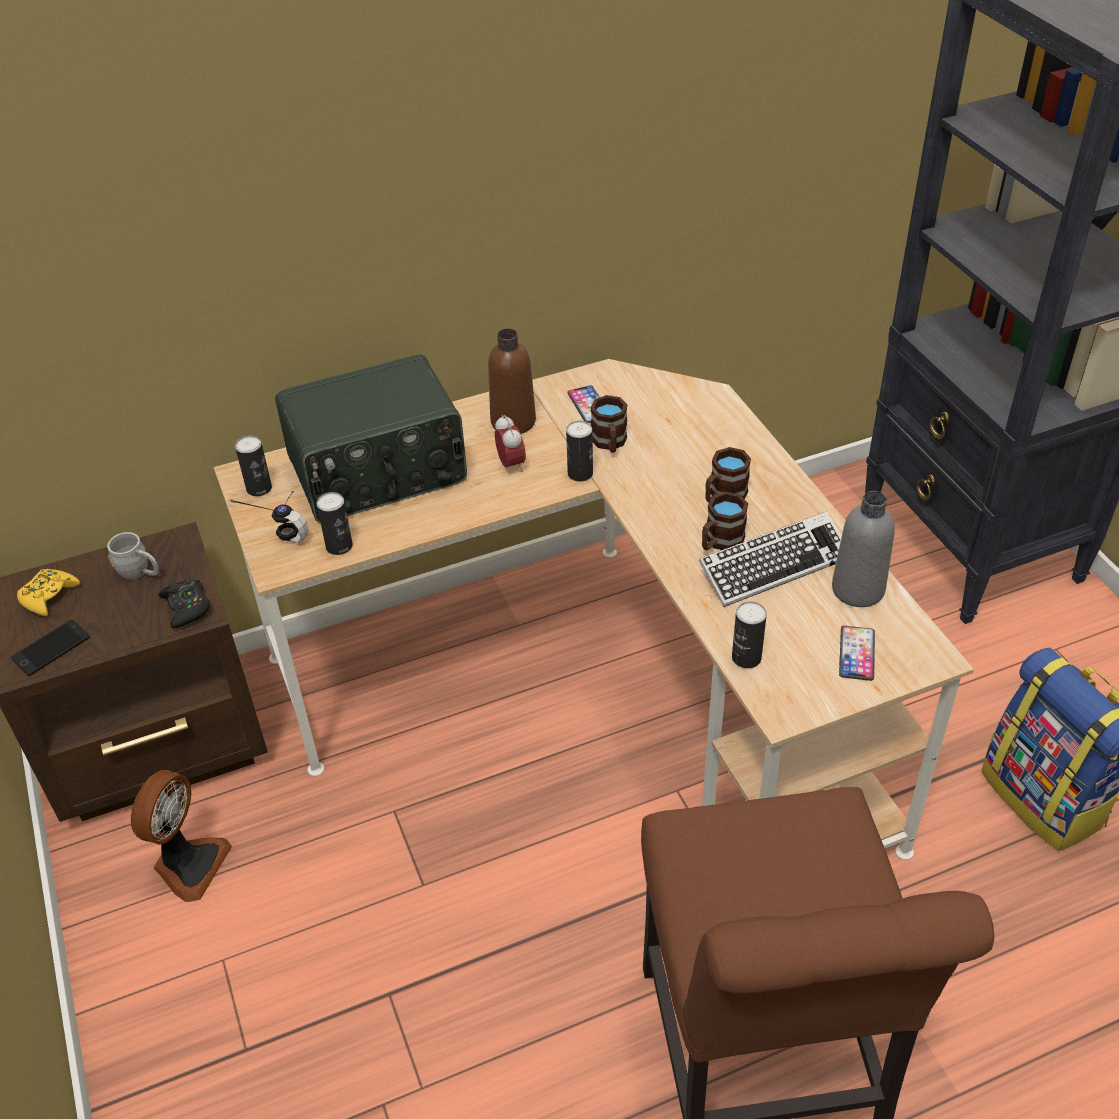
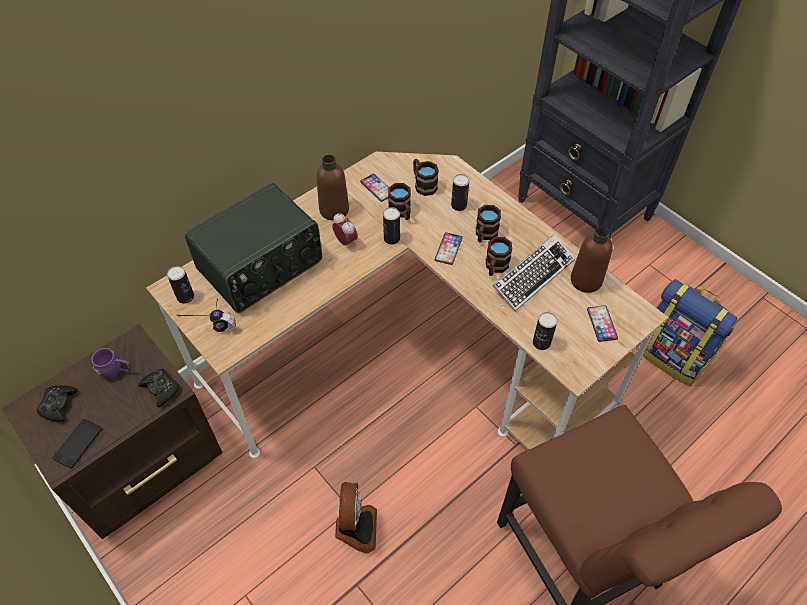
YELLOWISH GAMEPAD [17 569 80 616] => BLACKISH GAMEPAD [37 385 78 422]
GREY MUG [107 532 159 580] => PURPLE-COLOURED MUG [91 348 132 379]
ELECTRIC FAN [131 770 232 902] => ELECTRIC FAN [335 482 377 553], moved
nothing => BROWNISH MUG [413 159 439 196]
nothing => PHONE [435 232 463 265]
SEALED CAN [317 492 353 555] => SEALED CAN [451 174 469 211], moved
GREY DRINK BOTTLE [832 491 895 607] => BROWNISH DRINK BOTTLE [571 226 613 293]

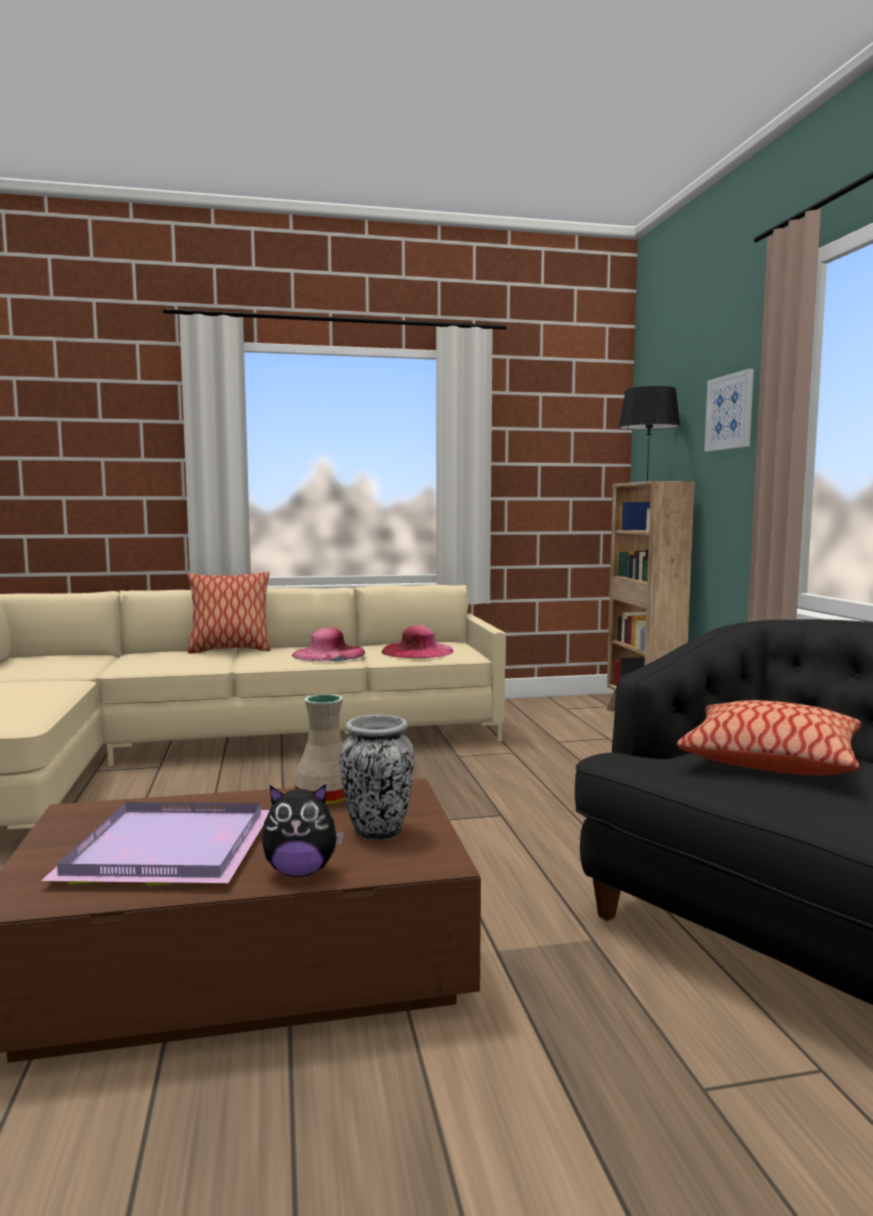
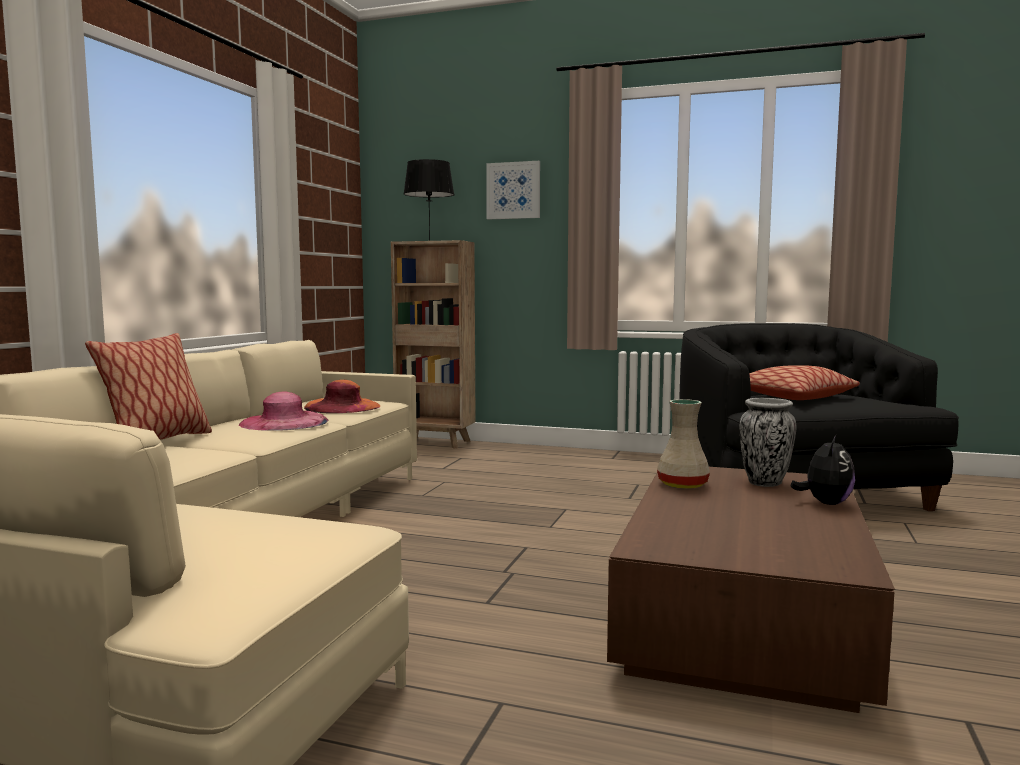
PINK CLOTHING HAT [381 625 454 658] => ORANGE CLOTHING HAT [304 380 380 413]
PURPLE-COLOURED TRAY [41 802 270 886] => nothing

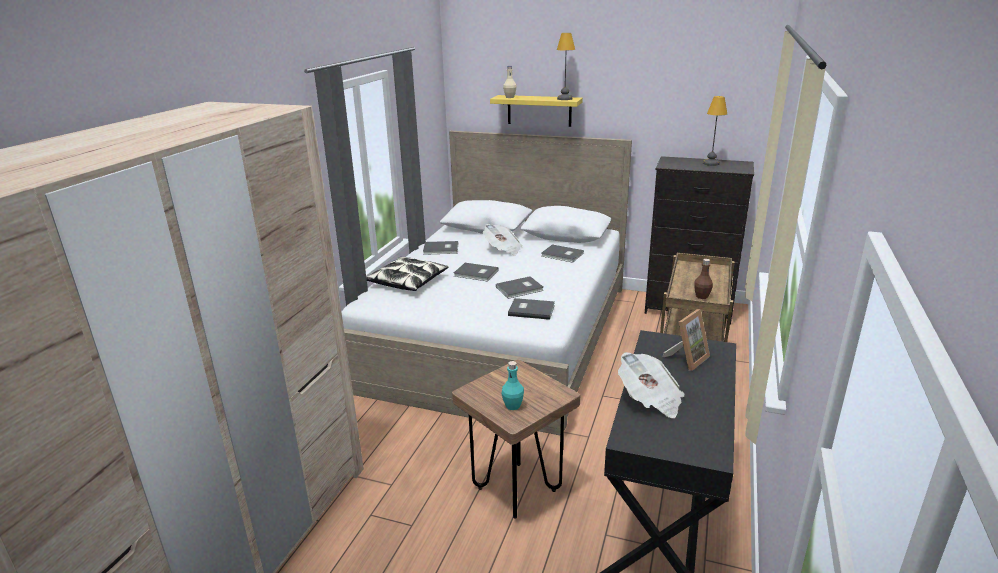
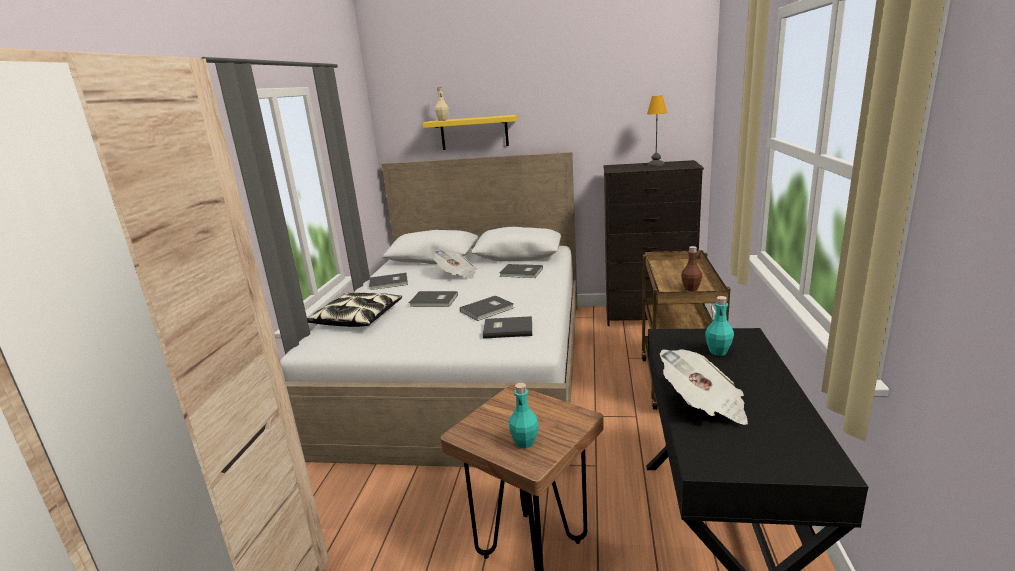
PICTURE FRAME [663 309 710 371] => TURQUOISE-COLOURED DRINK BOTTLE [705 296 734 356]
LAMP FOR A TABLE [557 33 575 100] => nothing

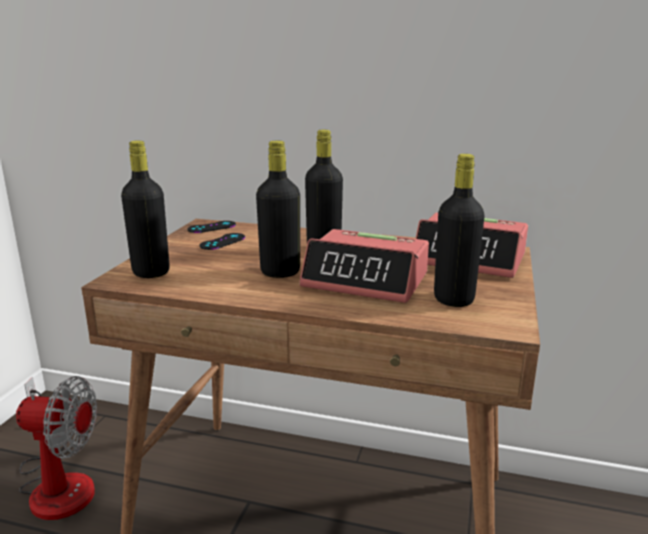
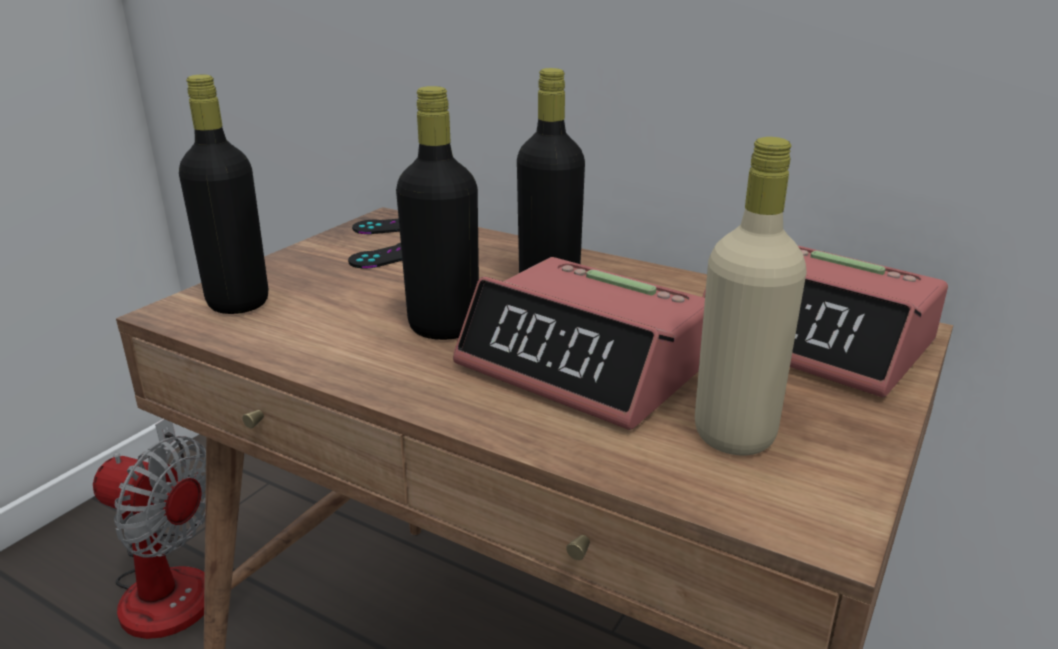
BLACKISH DRINK BOTTLE [434 154 485 307] => BEIGE-COLOURED DRINK BOTTLE [695 137 807 455]

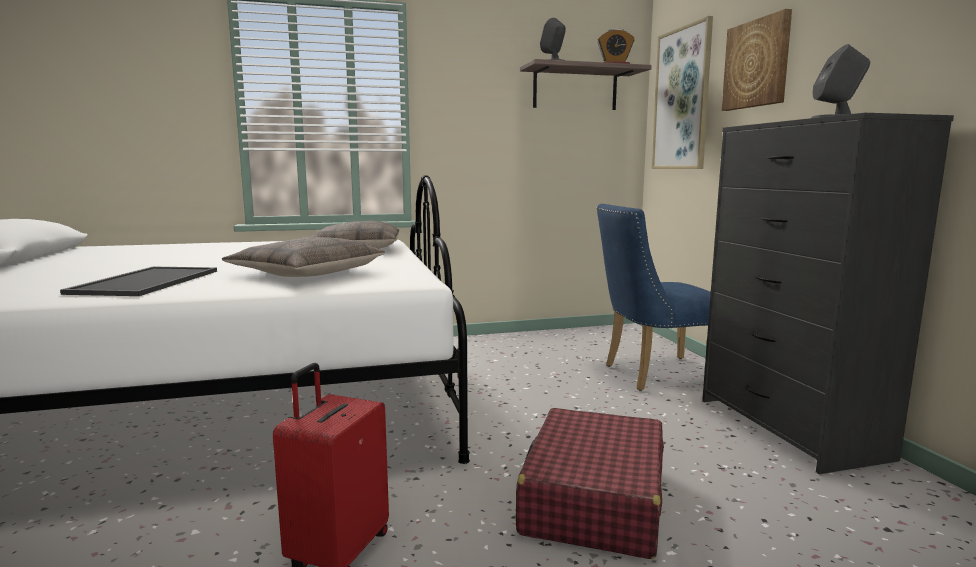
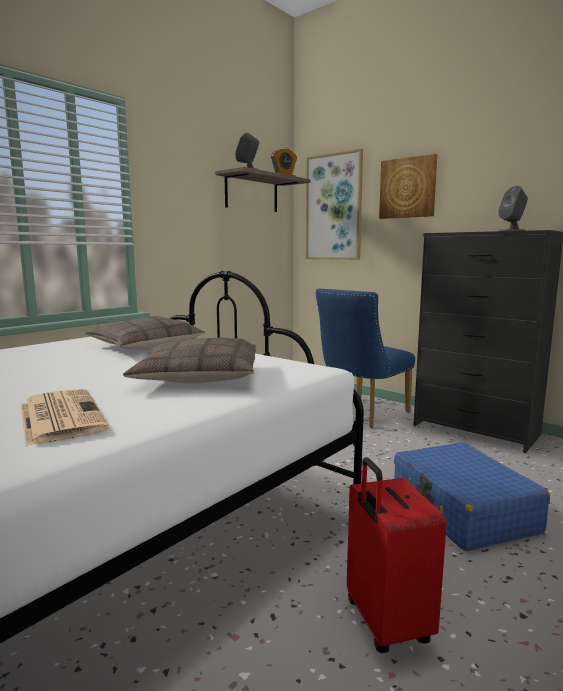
TRAY [60 267 217 296] => DAILY PAPER [21 389 109 446]
REDDISH TRAVEL CASE [516 408 664 559] => BLUE-COLOURED TRAVEL CASE [394 442 550 551]

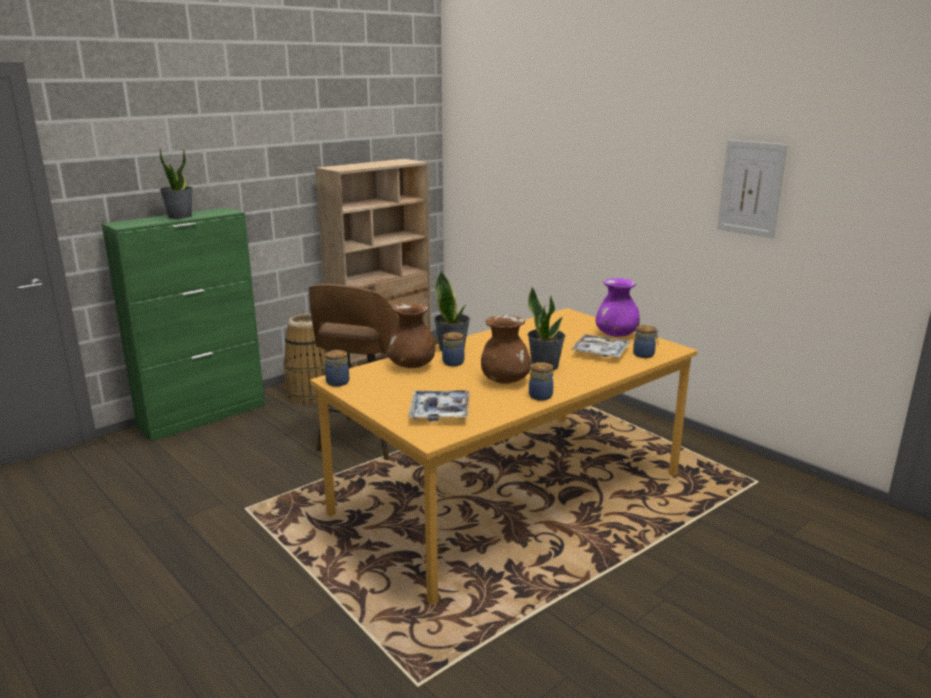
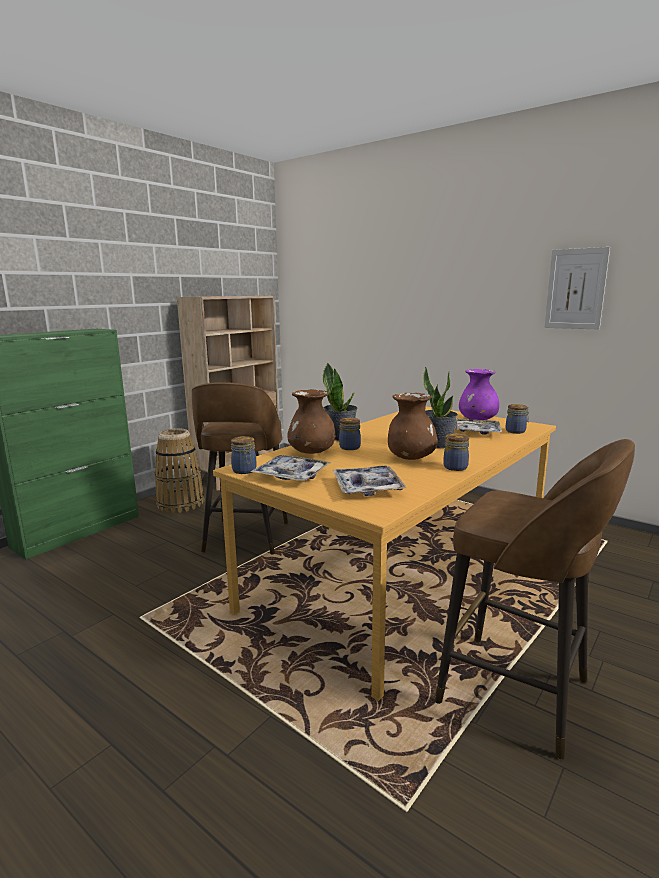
nothing => TRAY [251 455 331 481]
nothing => BROWNISH SITTING STOOL [435 439 635 760]
PLANT IN A POT [159 148 193 219] => nothing

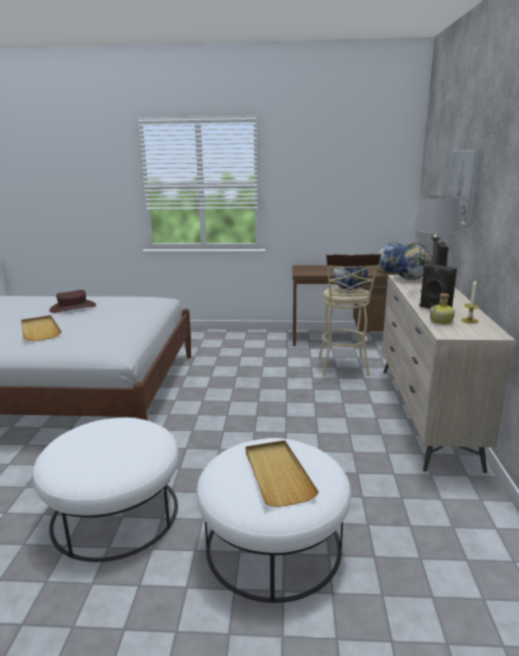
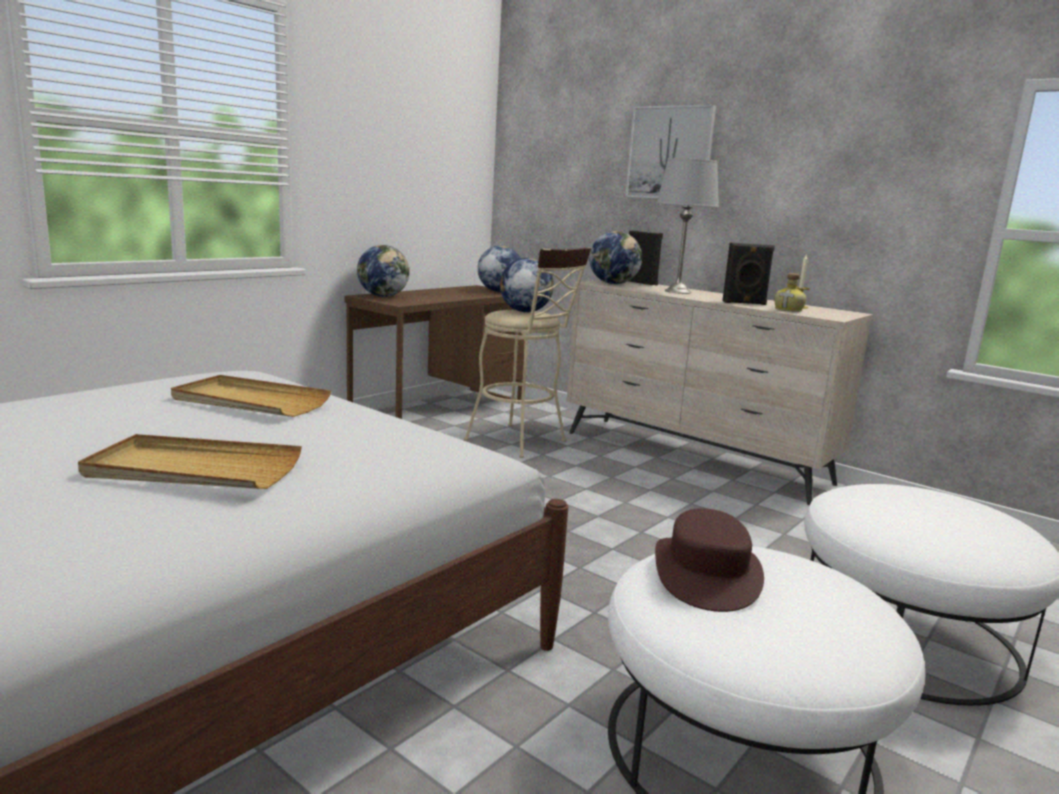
BEIGE-COLOURED TRAY [245 440 319 507] => BEIGE-COLOURED TRAY [171 375 331 417], moved
nothing => WORLD GLOBE [357 245 410 297]
BROWNISH CLOTHING HAT [49 290 96 313] => BROWNISH CLOTHING HAT [655 508 764 612], moved

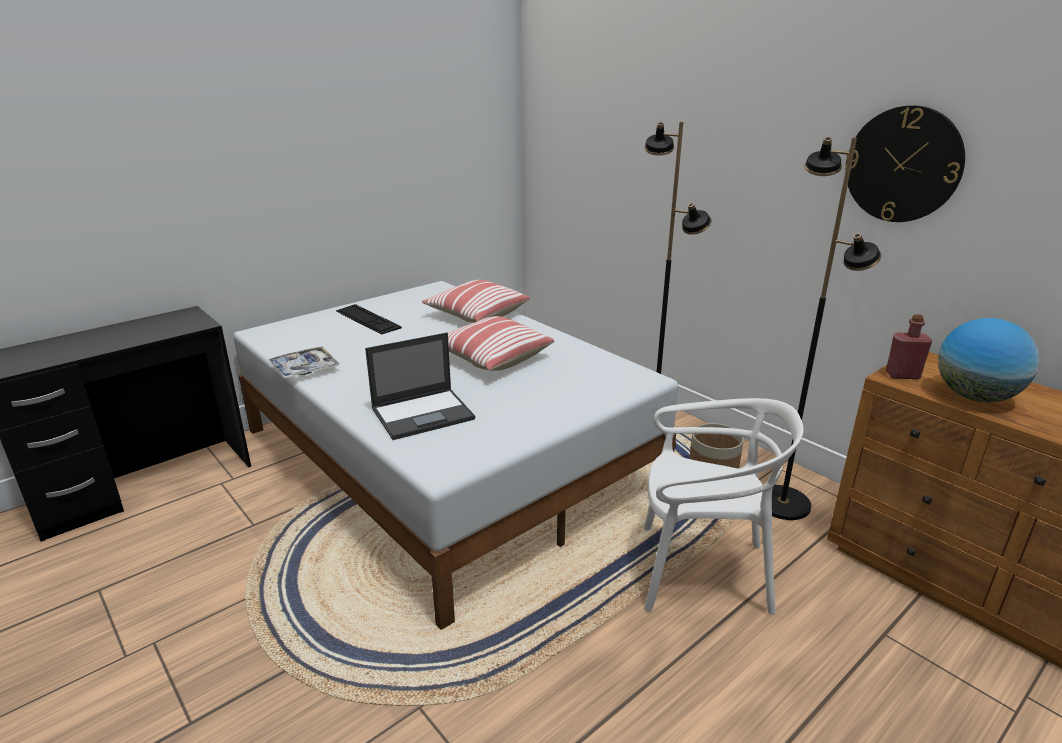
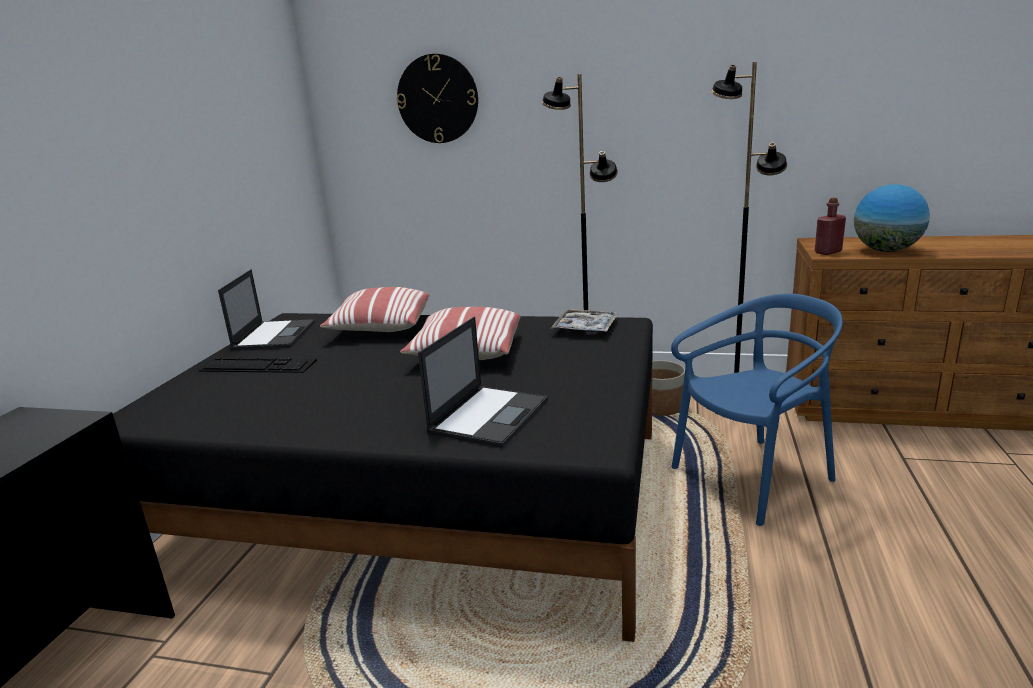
WHITE BED [233 281 678 630] => BLACKISH BED [113 313 653 642]
nothing => NOTEBOOK COMPUTER [218 269 315 350]
HANGING CLOCK [845 105 965 222] => HANGING CLOCK [397 54 478 143], moved
TRAY [268 346 340 378] => TRAY [551 309 618 332], moved
WHITE CHAIR [644 398 804 615] => BLUE-COLOURED CHAIR [671 294 843 526]

